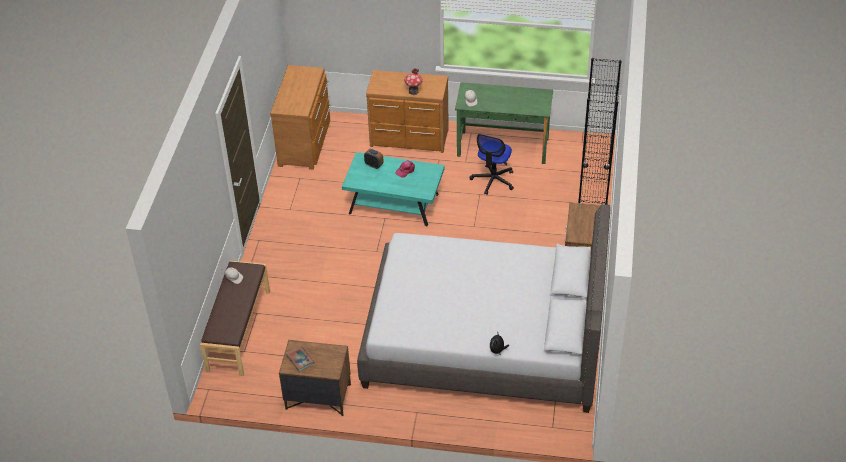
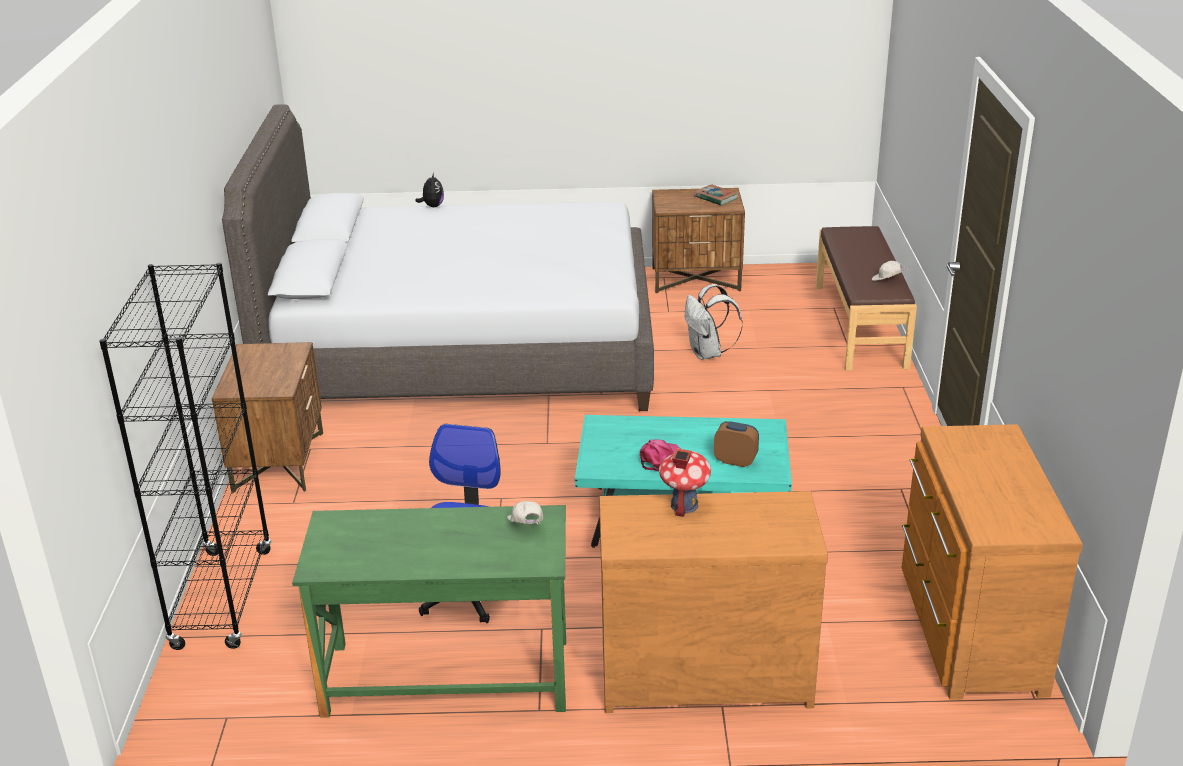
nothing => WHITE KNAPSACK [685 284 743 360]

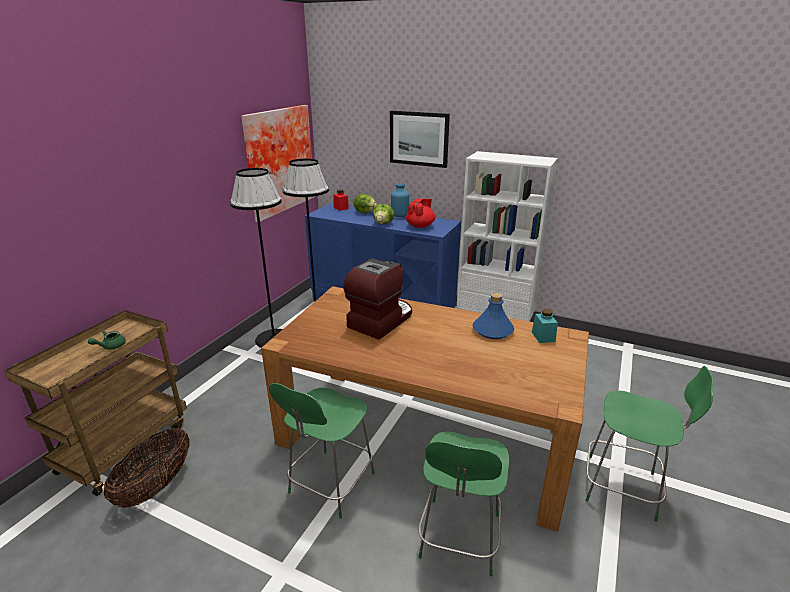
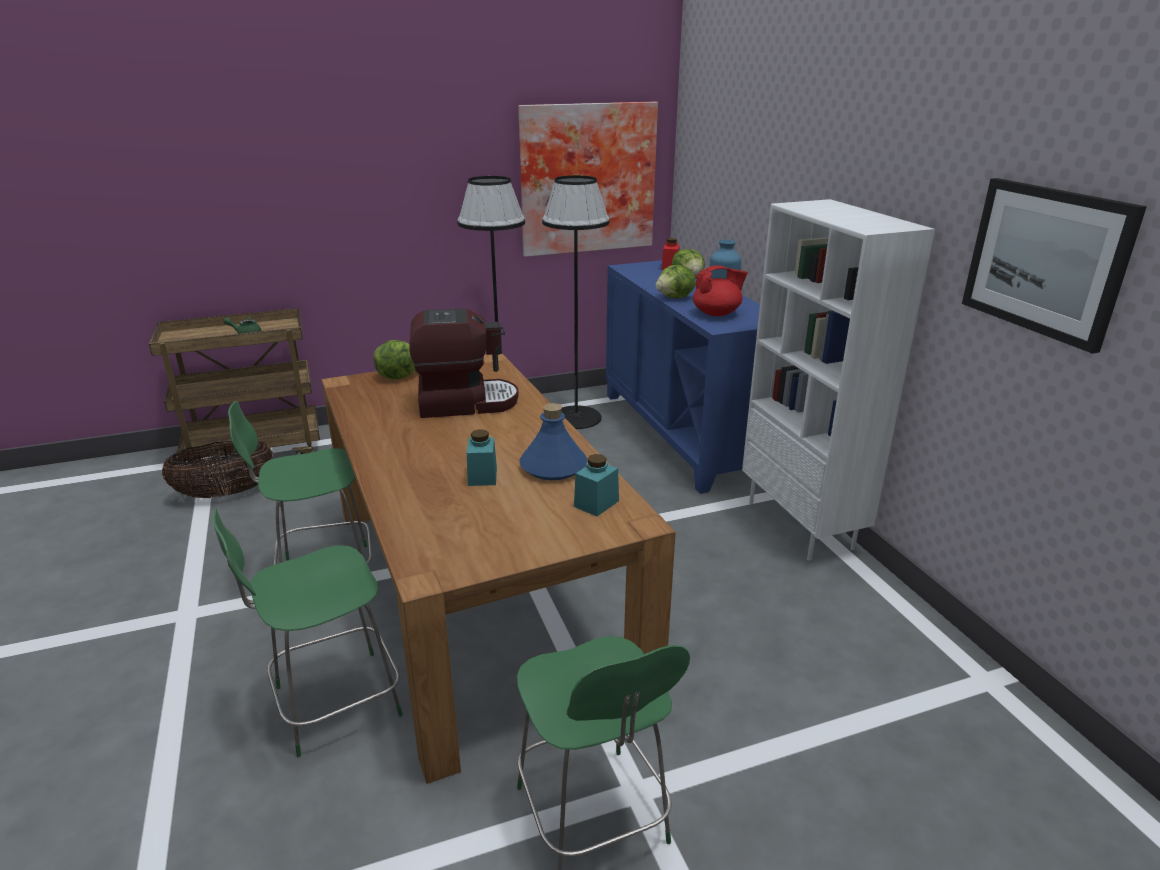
nothing => HEAD OF LETTUCE [373 340 415 380]
nothing => TURQUOISE-COLOURED STORAGE JAR [467 429 497 486]
PICTURE [390 111 450 168] => PICTURE [962 178 1147 354], moved

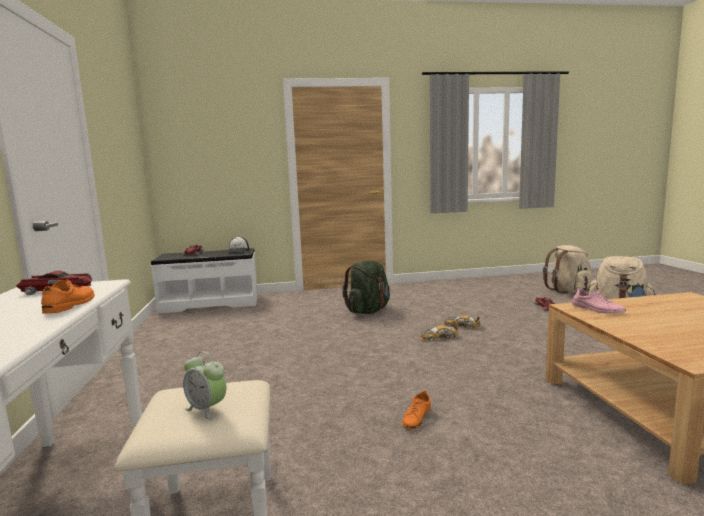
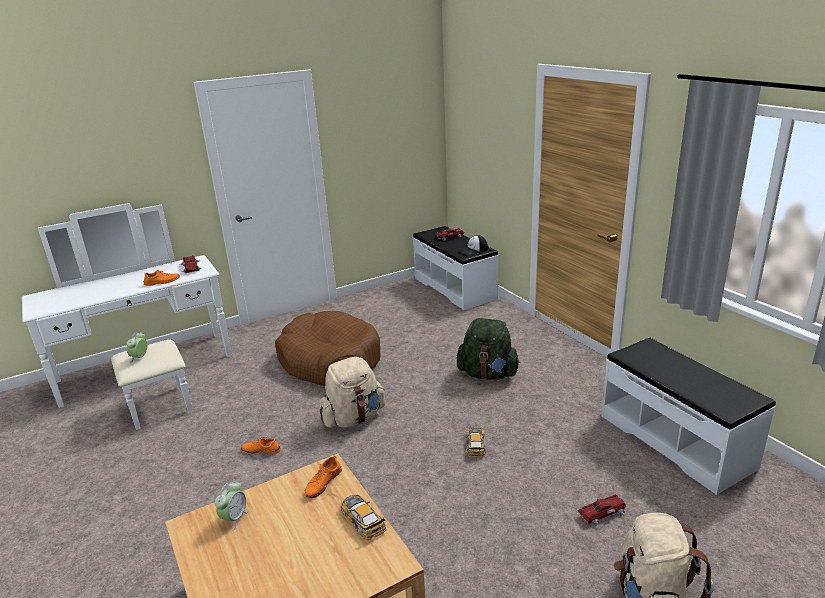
nothing => ALARM CLOCK [215 481 249 530]
nothing => BROWNISH DOG CUSHION [275 311 381 386]
PINK LOW SHOE [571 288 626 314] => ORANGE LOW SHOE [304 455 342 499]
BEIGE-COLOURED KNAPSACK [543 245 592 294] => BEIGE-COLOURED KNAPSACK [319 357 386 428], moved
MINIATURE CAR [419 324 458 341] => MINIATURE CAR [341 495 387 540], moved
nothing => WHITE INDOOR BENCH [601 337 776 495]

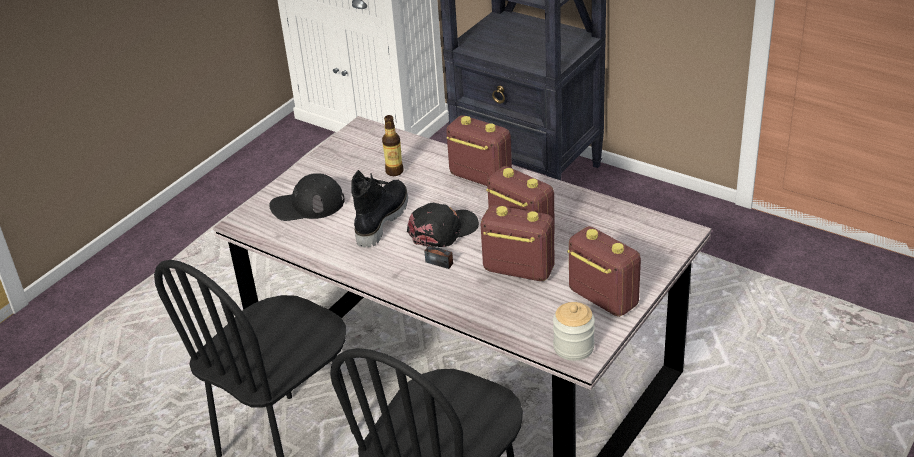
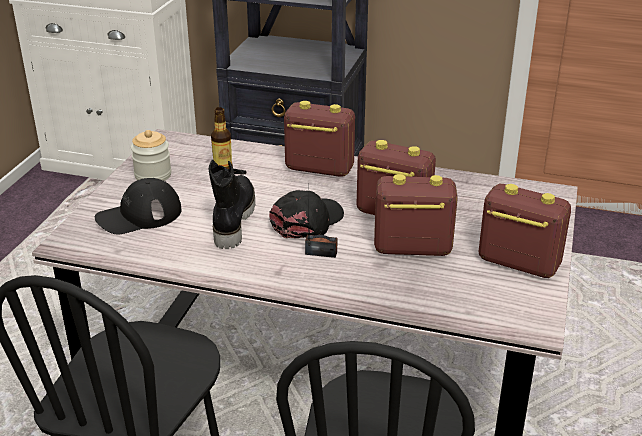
STORAGE JAR [553 302 595 361] => STORAGE JAR [131 130 172 181], moved

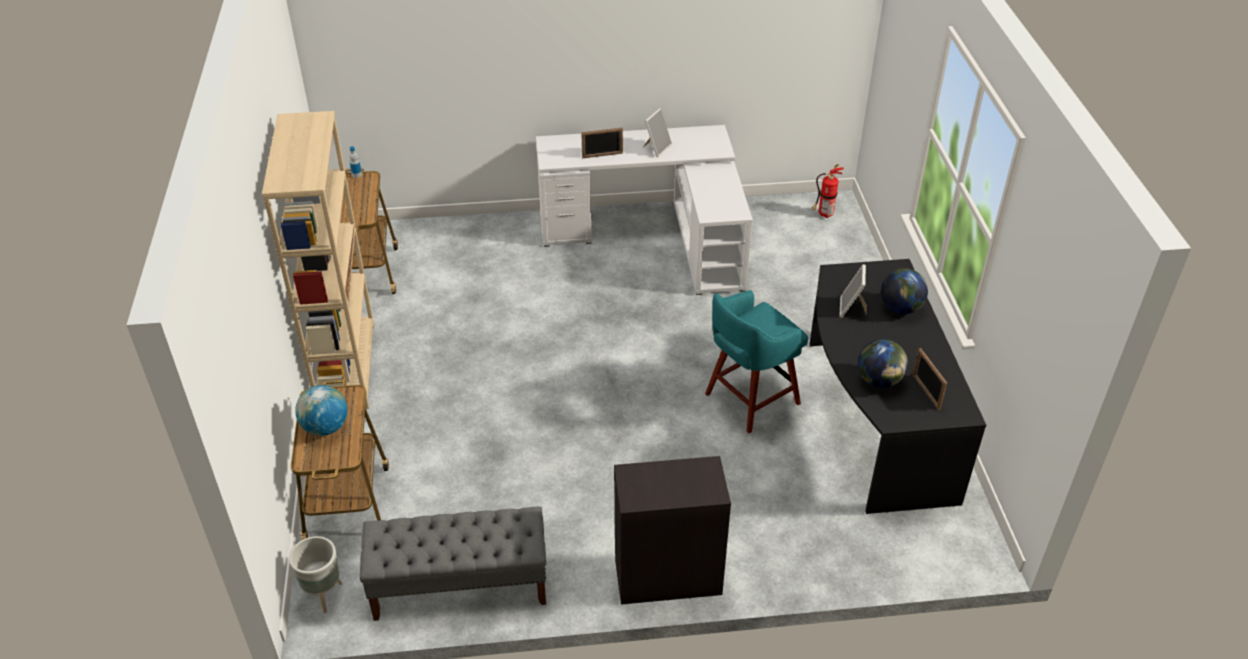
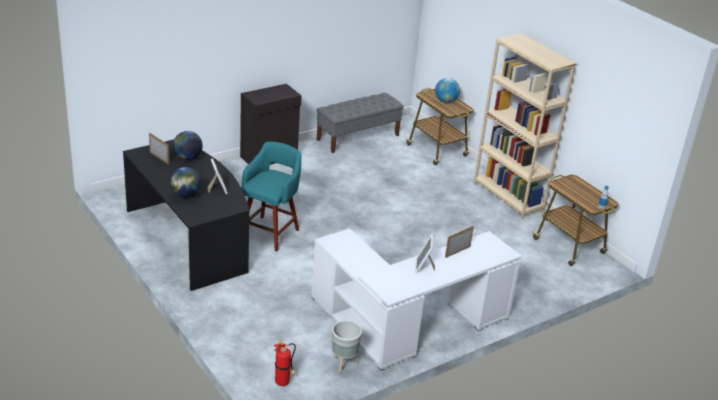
GREY PLANT POT [289 536 343 613] => GREY PLANT POT [332 321 362 374], moved

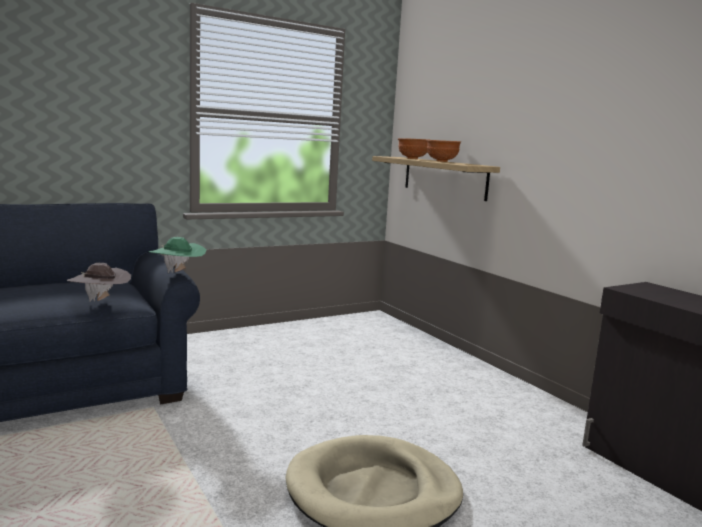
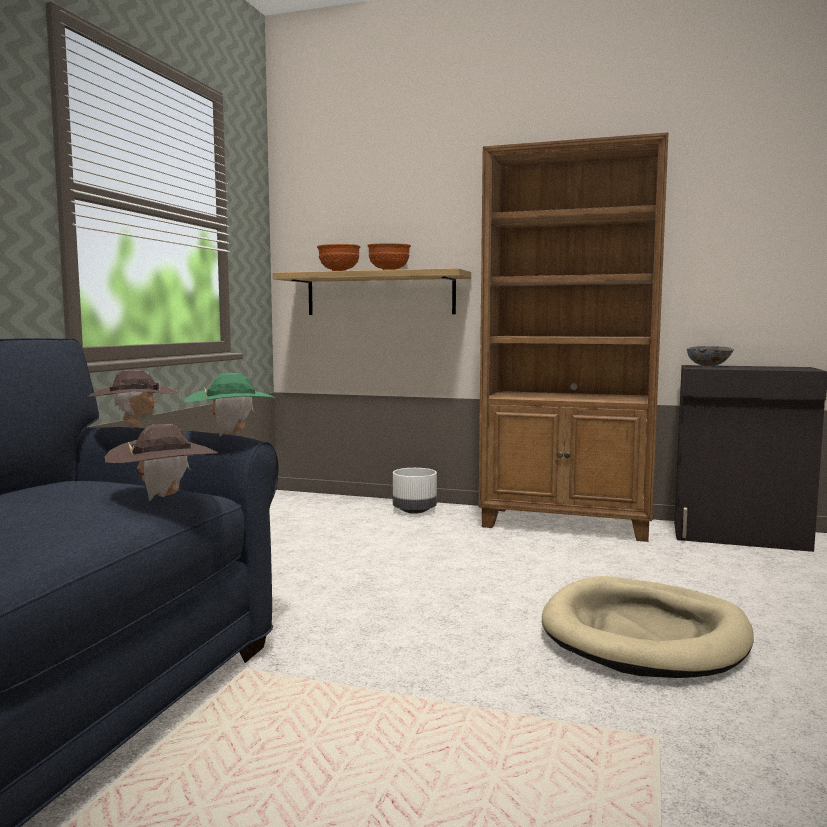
nothing => BROWNISH CLOTHING HAT [87 369 180 427]
nothing => WHITE PLANT POT [393 468 437 514]
nothing => BROWNISH BOOKSHELF [479 132 669 542]
nothing => GREY DEEP DISH [687 346 734 367]

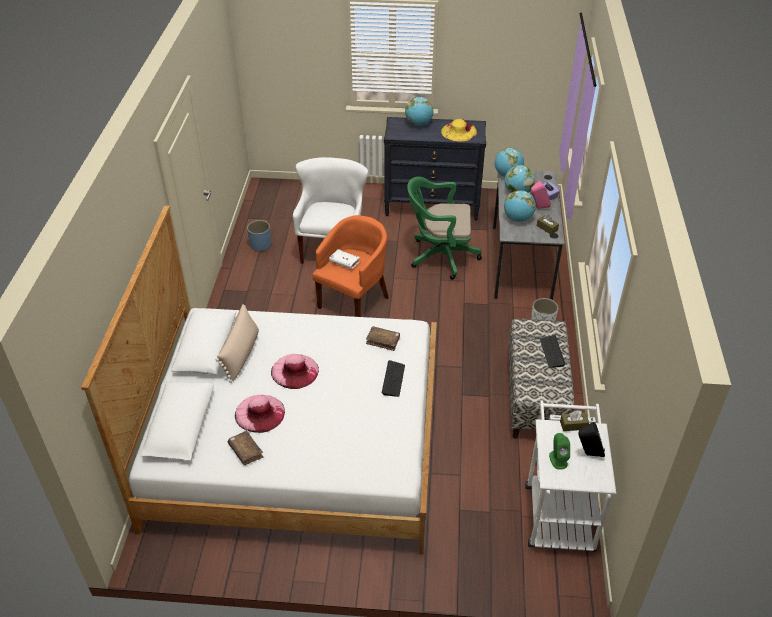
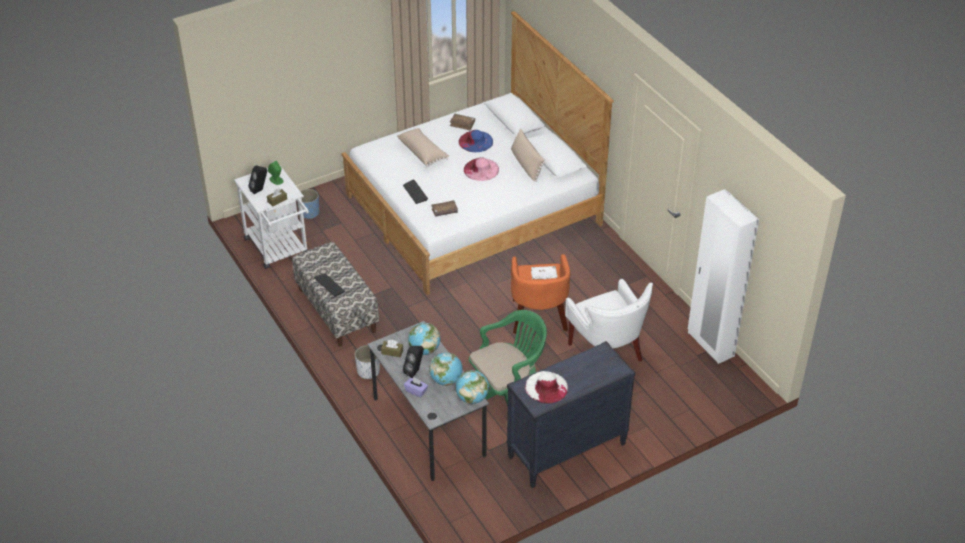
BLUE-COLOURED PLANT POT [247 220 271 252] => BLUE-COLOURED PLANT POT [297 189 319 219], moved
nothing => BEIGE-COLOURED THROW PILLOW [397 128 449 167]
PINK AUDIO SPEAKER [531 180 551 209] => BLACKISH AUDIO SPEAKER [403 346 424 378]
PINK CLOTHING HAT [235 395 285 433] => BLUE-COLOURED CLOTHING HAT [459 130 493 152]
YELLOWISH CLOTHING HAT [441 119 477 142] => WHITE CLOTHING HAT [525 371 568 404]
nothing => WHITE CLOTHES CUPBOARD [688 189 759 364]
WORLD GLOBE [405 97 433 126] => nothing

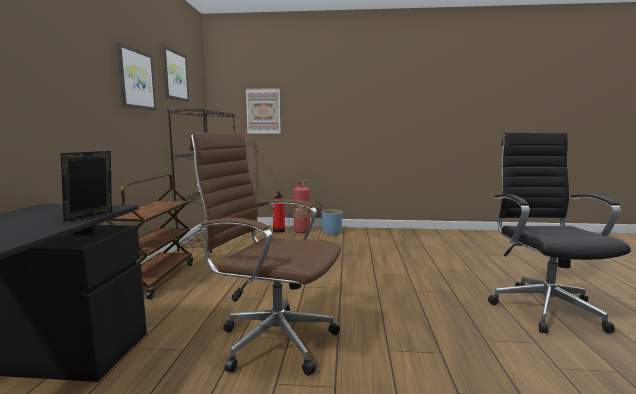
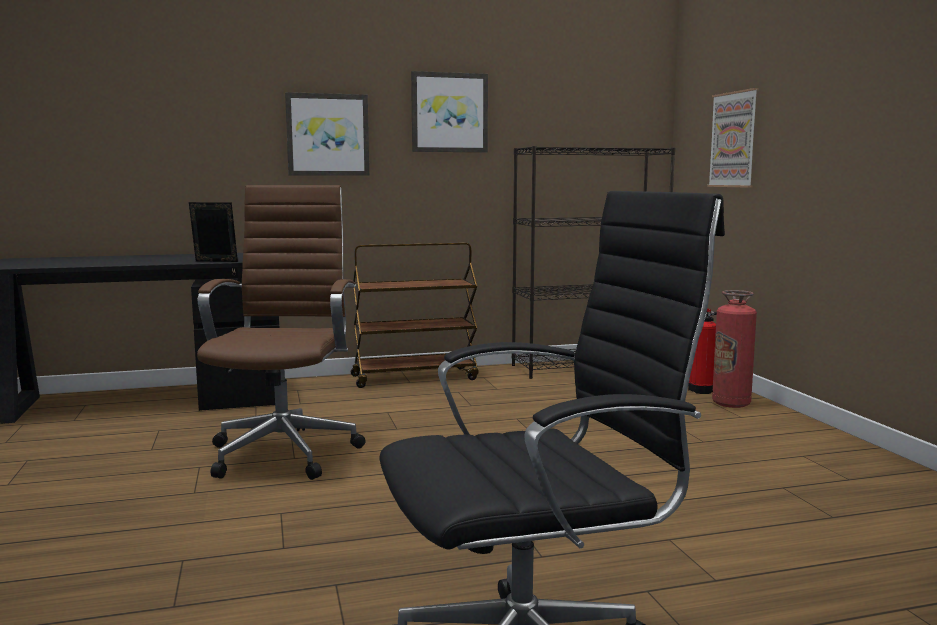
PICTURE [162 45 189 102] => PICTURE [285 92 369 176], moved
BLUE-COLOURED PLANT POT [322 210 343 235] => nothing

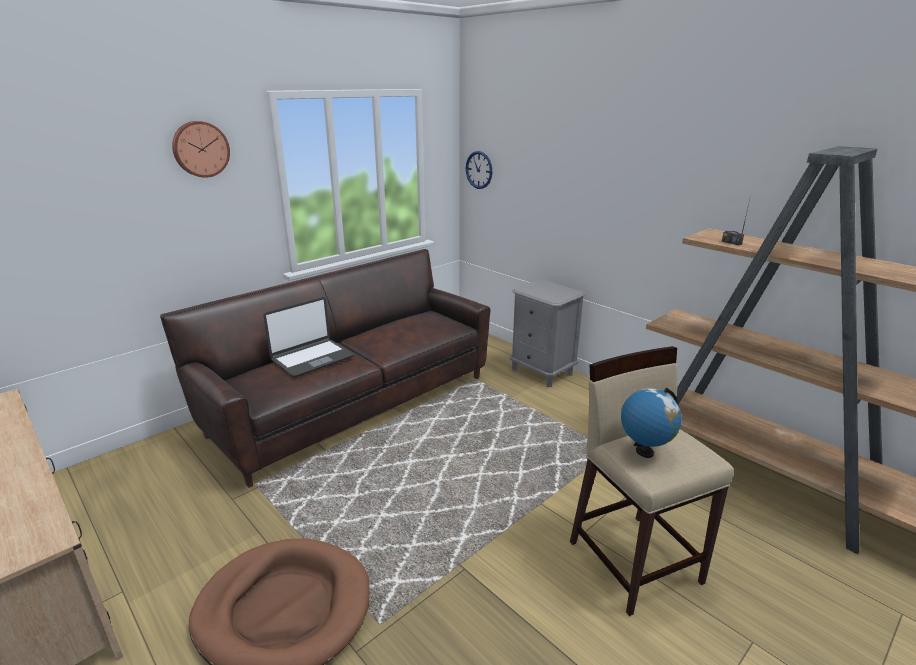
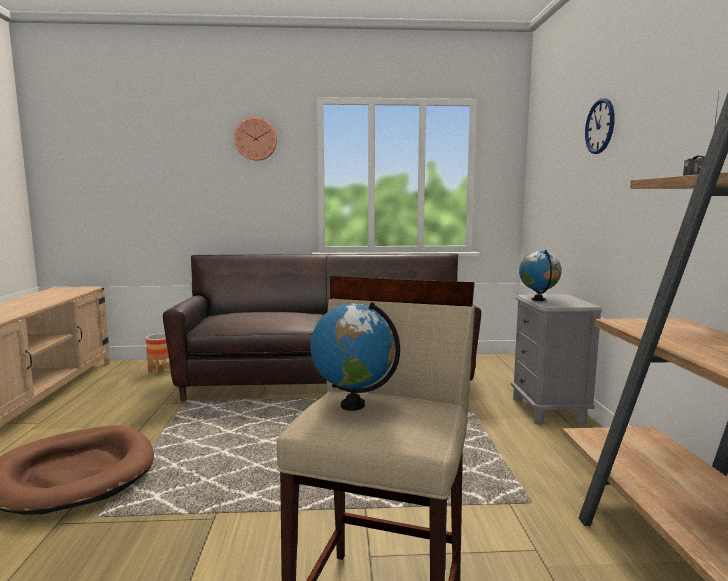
nothing => PLANT POT [146 333 170 375]
nothing => WORLD GLOBE [519 250 562 301]
HANGING CLOCK [466 151 493 189] => HANGING CLOCK [585 98 615 154], moved
NOTEBOOK COMPUTER [263 297 354 377] => nothing

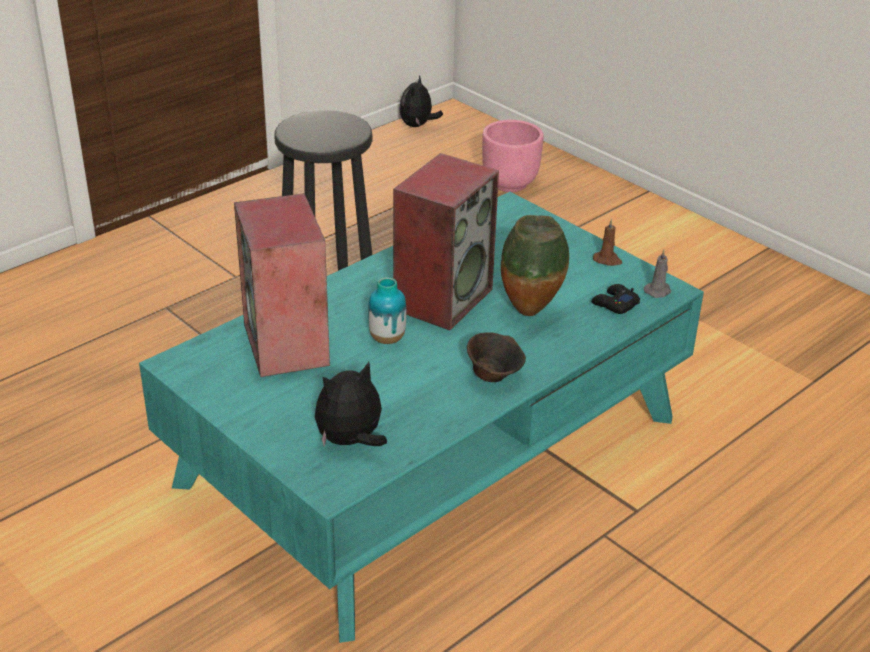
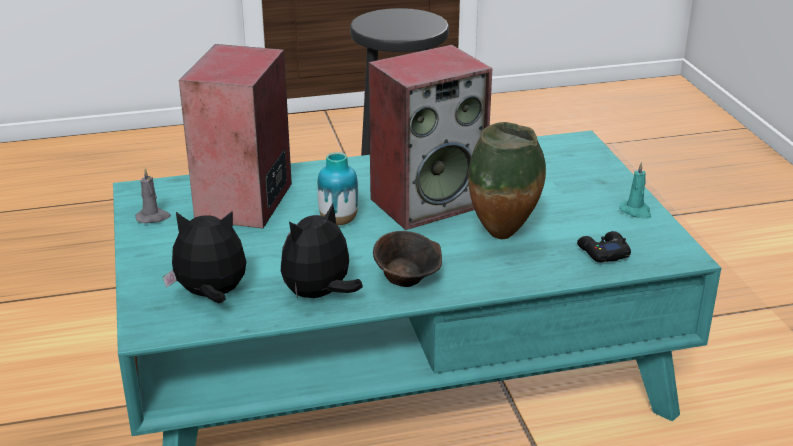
GREY WAX CANDLE [644 250 671 298] => GREY WAX CANDLE [135 168 171 224], moved
SOFT TOY [399 75 443 127] => SOFT TOY [281 203 363 300], moved
BROWNISH WAX CANDLE [593 219 622 266] => TURQUOISE-COLOURED WAX CANDLE [619 162 651 219]
PINK PLANT POT [482 120 544 192] => nothing

